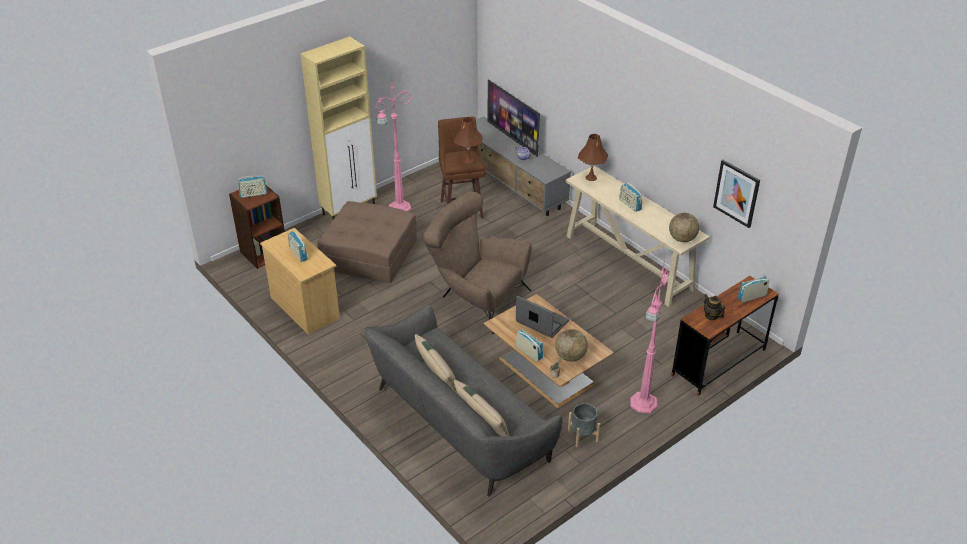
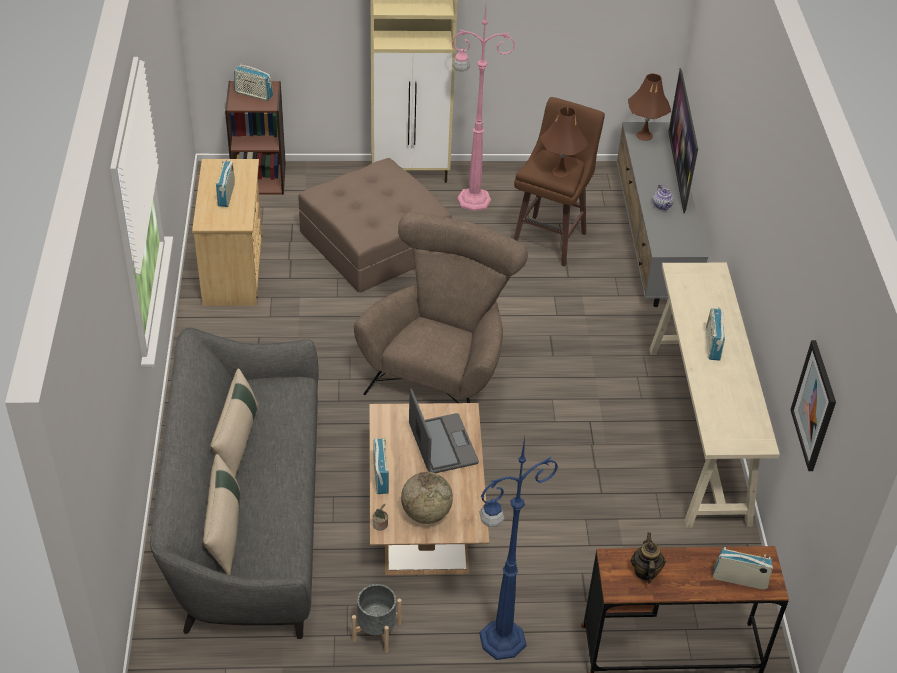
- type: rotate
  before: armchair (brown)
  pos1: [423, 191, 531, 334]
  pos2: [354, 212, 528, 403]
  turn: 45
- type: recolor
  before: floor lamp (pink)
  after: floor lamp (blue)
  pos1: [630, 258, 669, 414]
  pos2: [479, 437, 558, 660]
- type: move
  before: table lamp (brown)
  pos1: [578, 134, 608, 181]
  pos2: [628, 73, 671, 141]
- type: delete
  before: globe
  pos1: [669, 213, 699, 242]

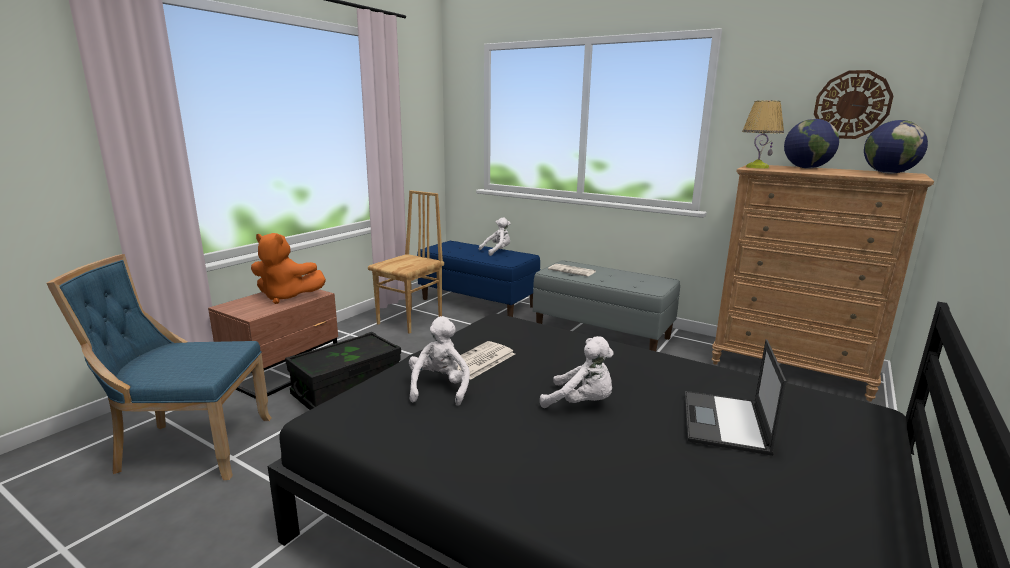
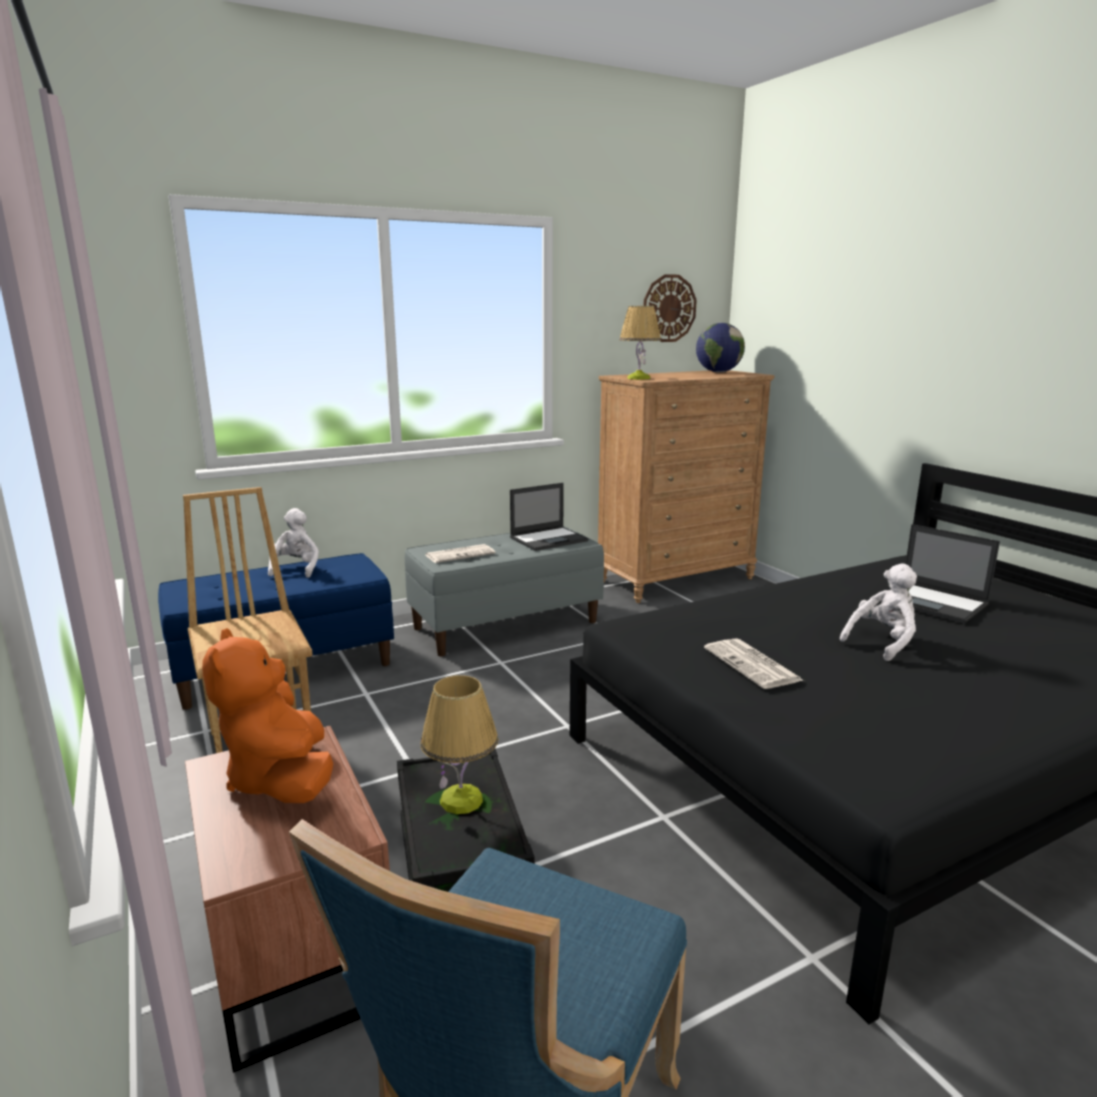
- type: rotate
  before: plush toy (orange)
  pos1: [251, 233, 326, 304]
  pos2: [202, 628, 333, 803]
  turn: 120
- type: insert
  after: table lamp
  pos2: [421, 675, 498, 814]
- type: insert
  after: laptop
  pos2: [510, 483, 588, 551]
- type: delete
  before: plush toy (white)
  pos1: [409, 316, 470, 406]
- type: delete
  before: globe
  pos1: [784, 119, 839, 168]

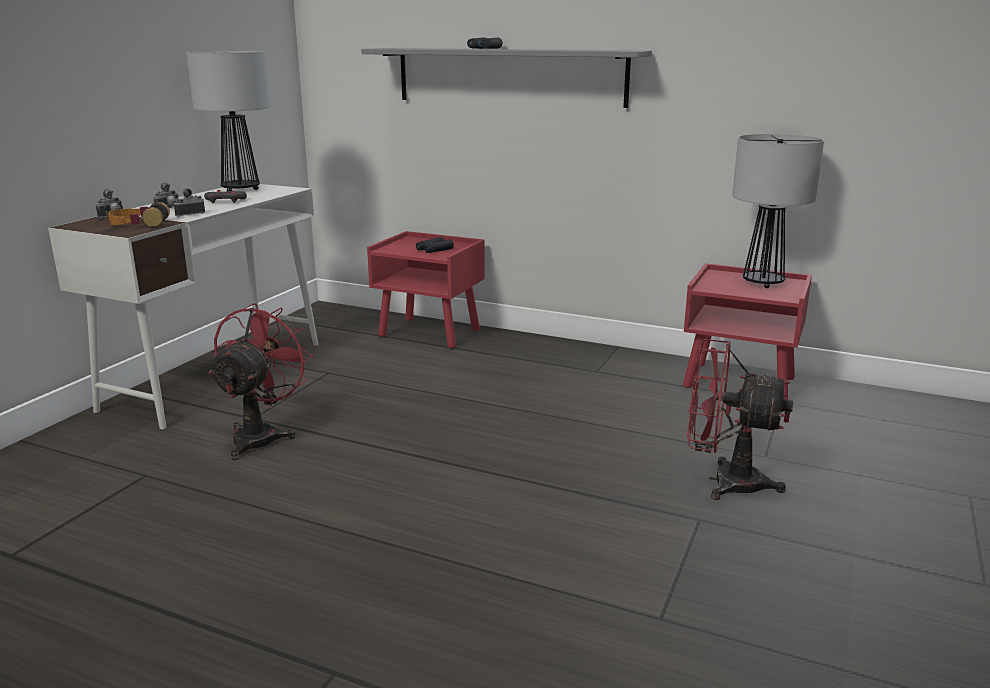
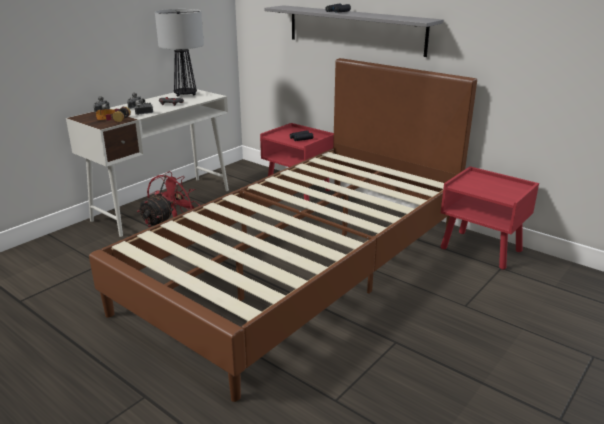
- type: insert
  after: bed (brown)
  pos2: [89, 58, 477, 402]
- type: delete
  before: fan (red)
  pos1: [687, 339, 793, 500]
- type: delete
  before: table lamp
  pos1: [732, 134, 824, 288]

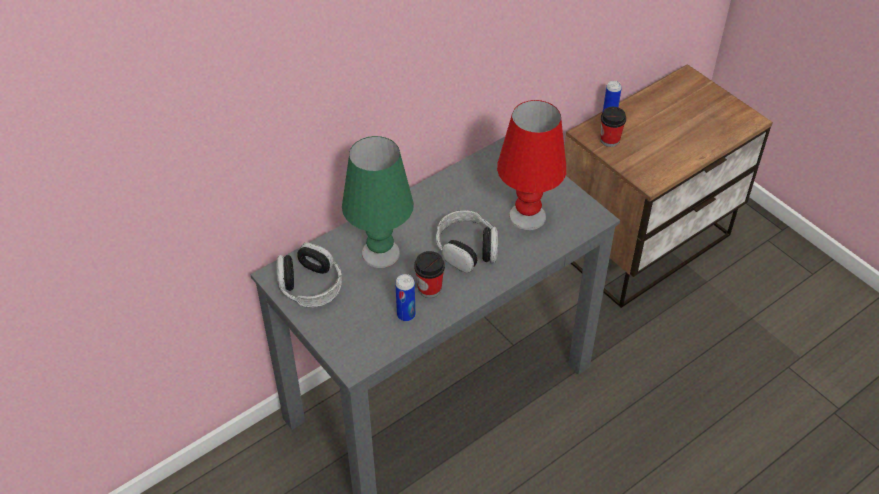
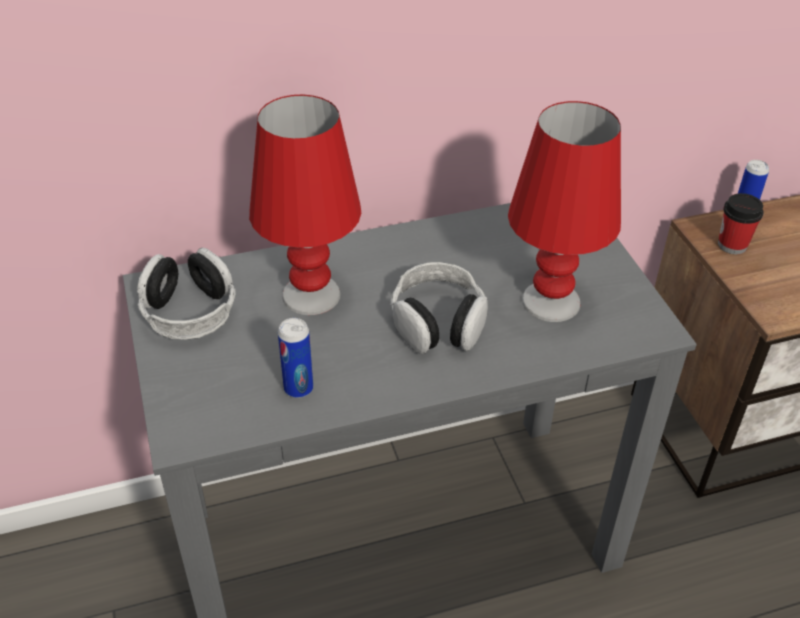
- type: recolor
  before: table lamp (green)
  after: table lamp (red)
  pos1: [342, 136, 414, 268]
  pos2: [249, 94, 361, 315]
- type: delete
  before: cup
  pos1: [414, 251, 445, 298]

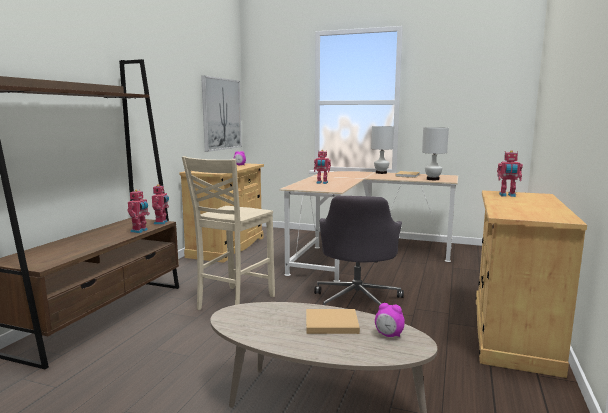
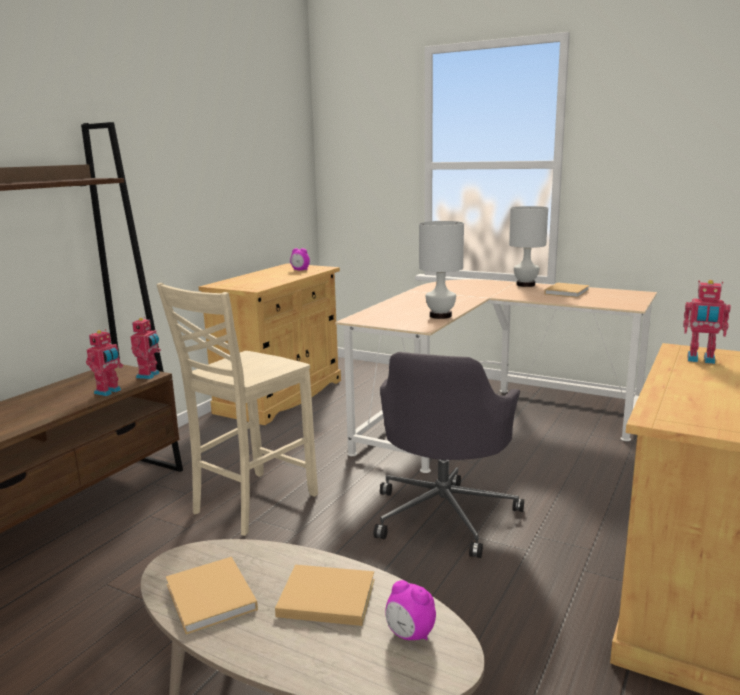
- type: insert
  after: book (beige)
  pos2: [166, 557, 258, 635]
- type: move
  before: table lamp (white)
  pos1: [422, 127, 449, 180]
  pos2: [419, 221, 464, 319]
- type: delete
  before: picture
  pos1: [201, 75, 242, 152]
- type: delete
  before: toy robot
  pos1: [314, 150, 331, 184]

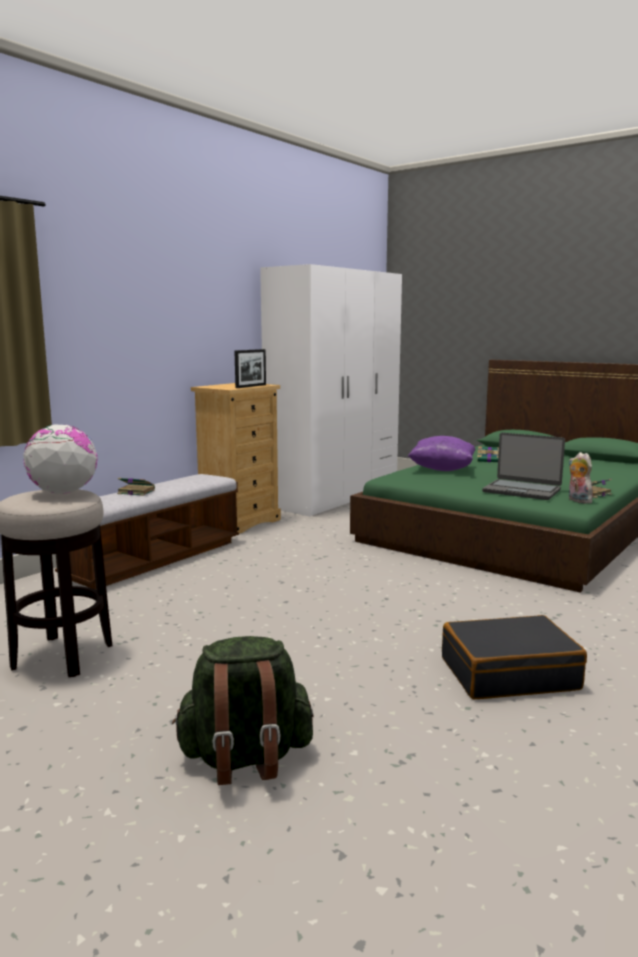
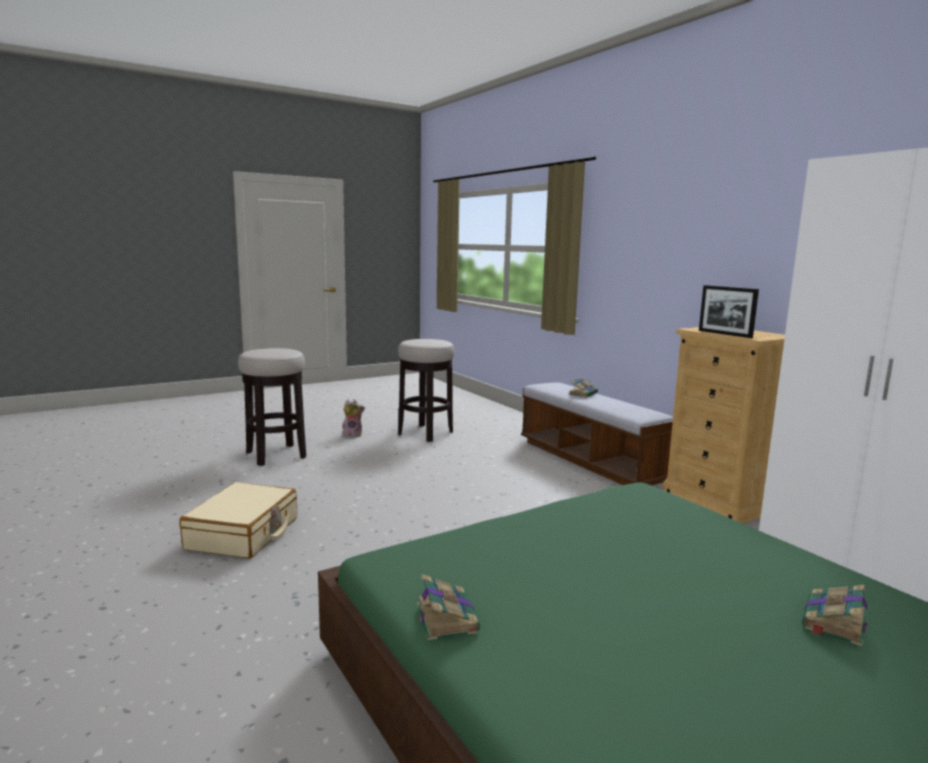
- type: recolor
  before: suitcase (black)
  after: suitcase (beige)
  pos1: [442, 615, 587, 699]
  pos2: [180, 482, 297, 559]
- type: replace
  before: backpack (green)
  after: stool
  pos1: [172, 636, 314, 785]
  pos2: [238, 348, 306, 466]
- type: move
  before: plush toy
  pos1: [568, 452, 593, 504]
  pos2: [342, 399, 365, 438]
- type: delete
  before: globe
  pos1: [23, 424, 97, 494]
- type: delete
  before: pillow (purple)
  pos1: [408, 436, 475, 471]
- type: delete
  before: laptop
  pos1: [482, 433, 565, 500]

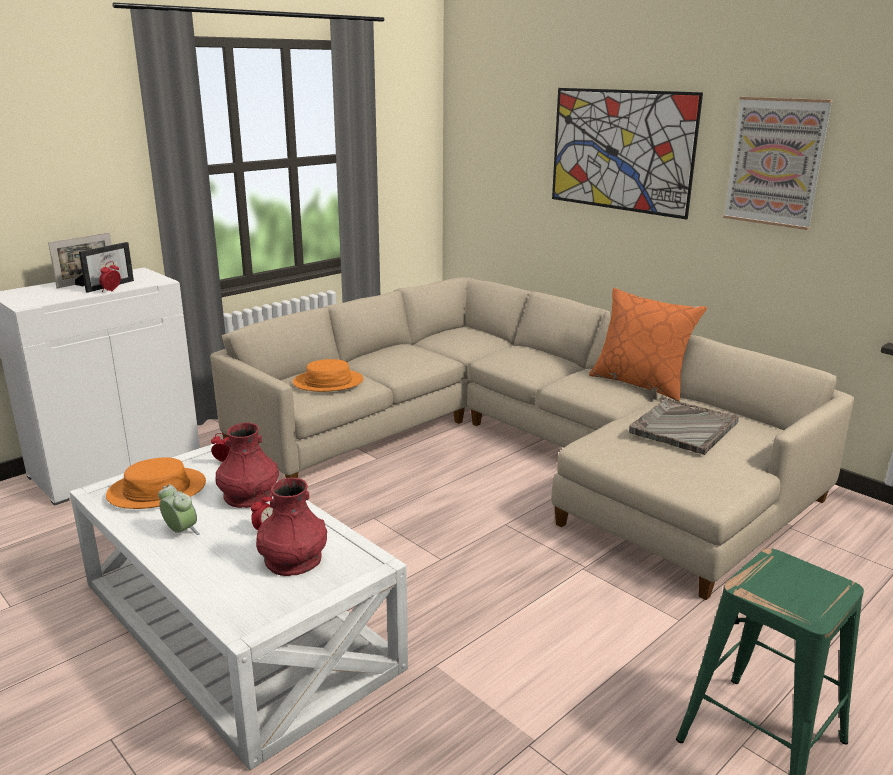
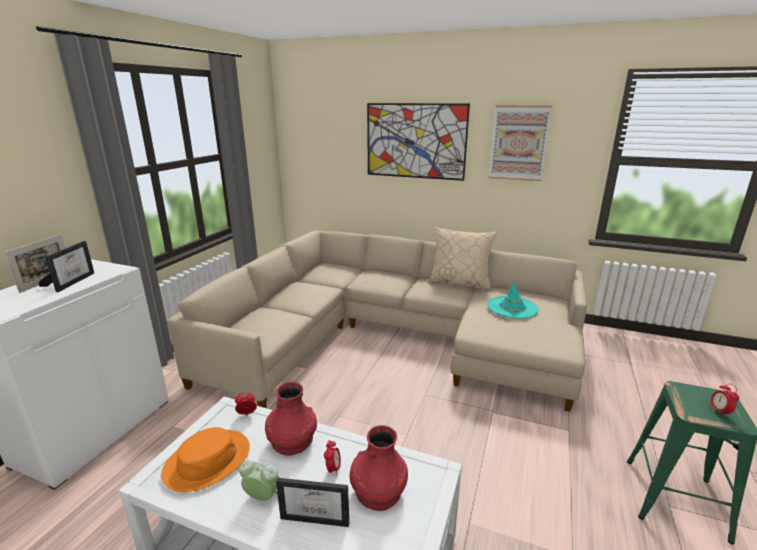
- type: insert
  after: picture frame
  pos2: [276, 478, 349, 527]
- type: recolor
  before: pillow (orange)
  after: pillow (beige)
  pos1: [589, 288, 707, 401]
  pos2: [427, 227, 498, 291]
- type: replace
  before: tray (grey)
  after: hat (turquoise)
  pos1: [629, 398, 739, 455]
  pos2: [488, 280, 539, 319]
- type: move
  before: alarm clock
  pos1: [99, 261, 121, 292]
  pos2: [709, 384, 739, 417]
- type: delete
  before: hat (orange)
  pos1: [293, 359, 363, 392]

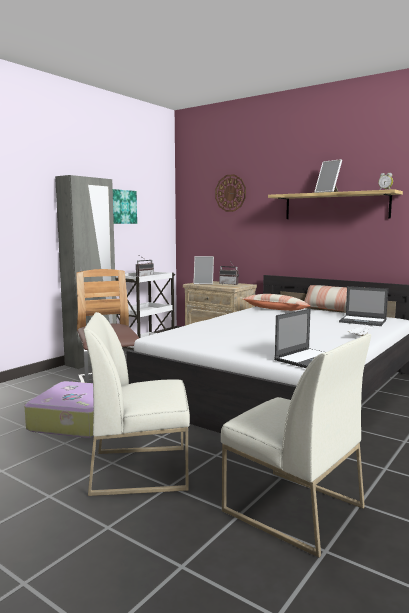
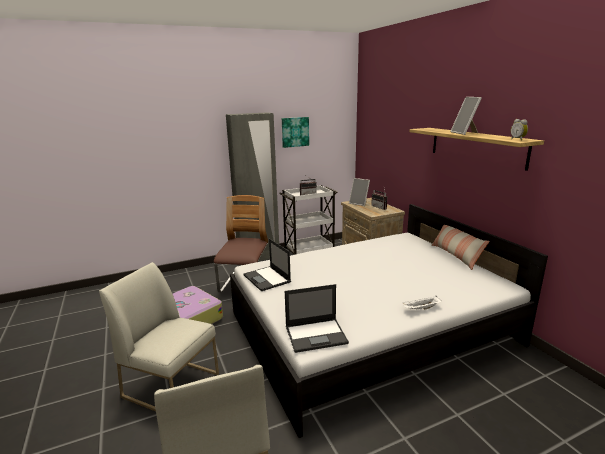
- type: move
  before: laptop
  pos1: [339, 286, 388, 326]
  pos2: [244, 239, 291, 291]
- type: delete
  before: wall clock
  pos1: [215, 174, 246, 212]
- type: delete
  before: pillow
  pos1: [242, 294, 310, 311]

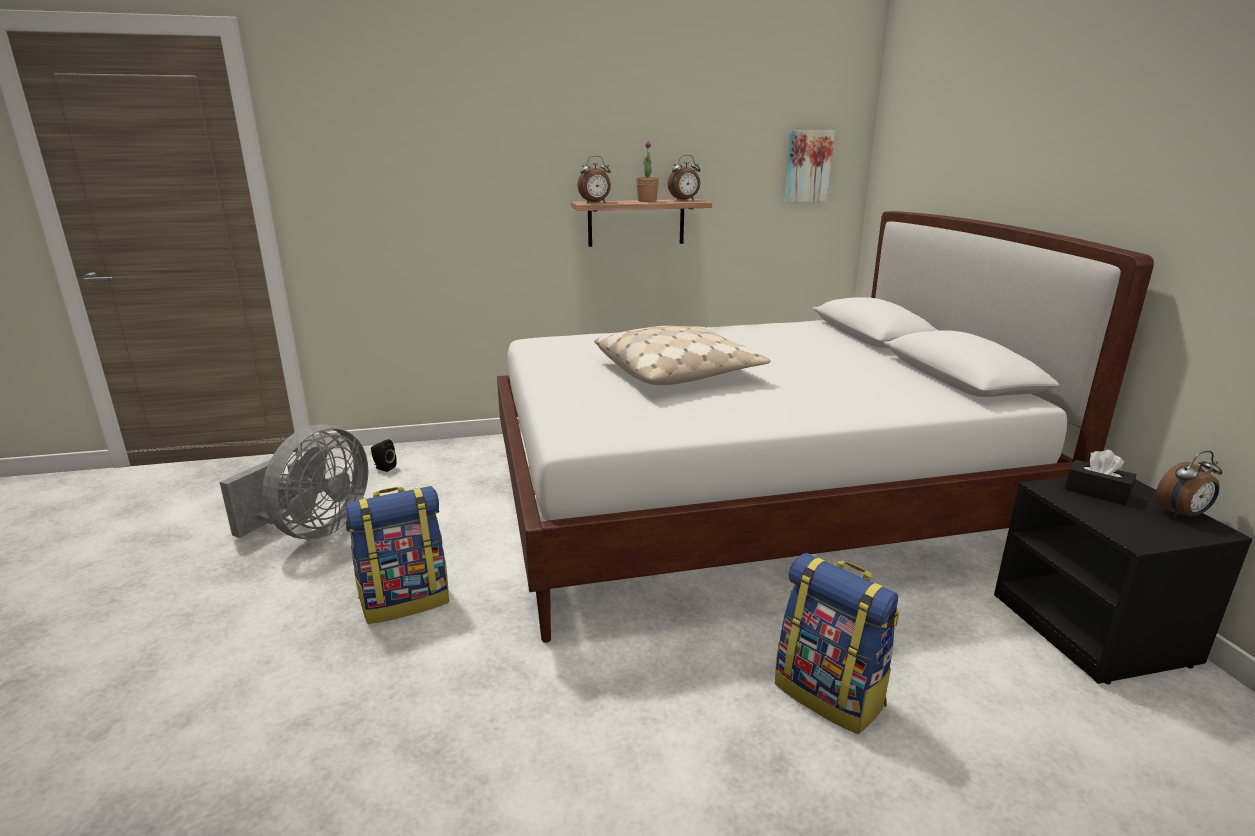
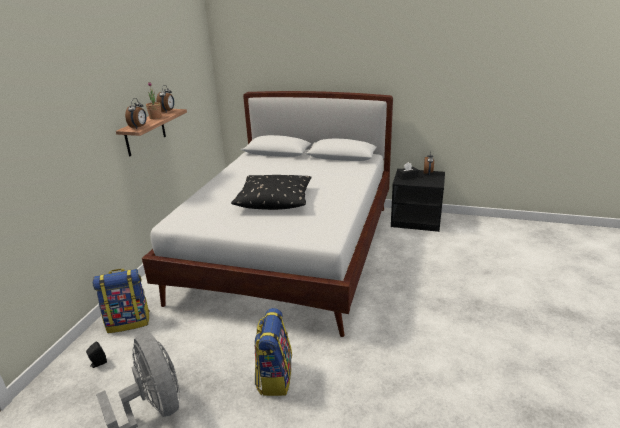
- type: move
  before: backpack
  pos1: [775, 553, 900, 734]
  pos2: [92, 269, 150, 333]
- type: recolor
  before: pillow (beige)
  after: pillow (black)
  pos1: [594, 326, 771, 385]
  pos2: [231, 175, 312, 210]
- type: delete
  before: picture
  pos1: [784, 130, 835, 202]

